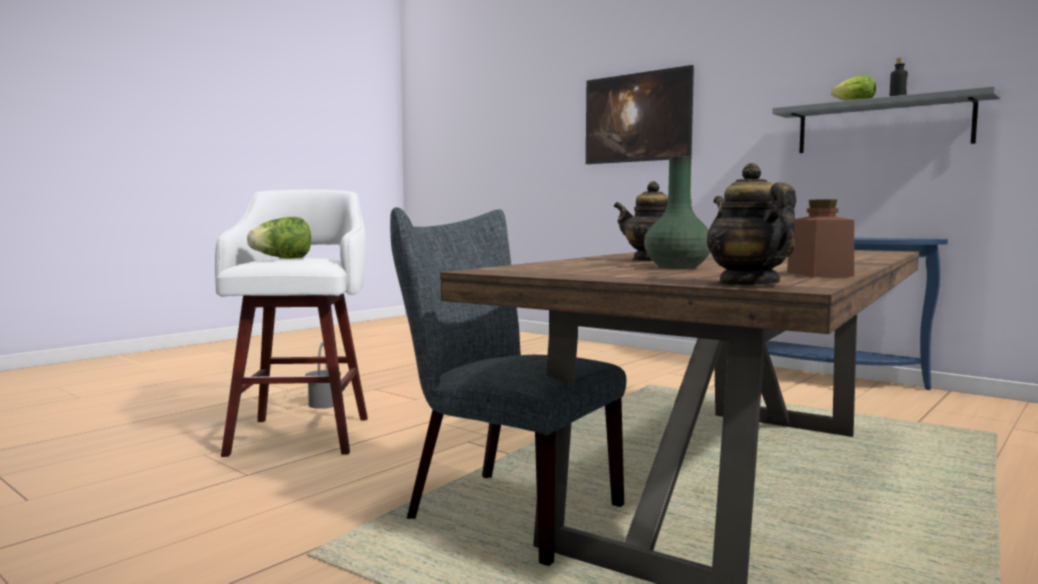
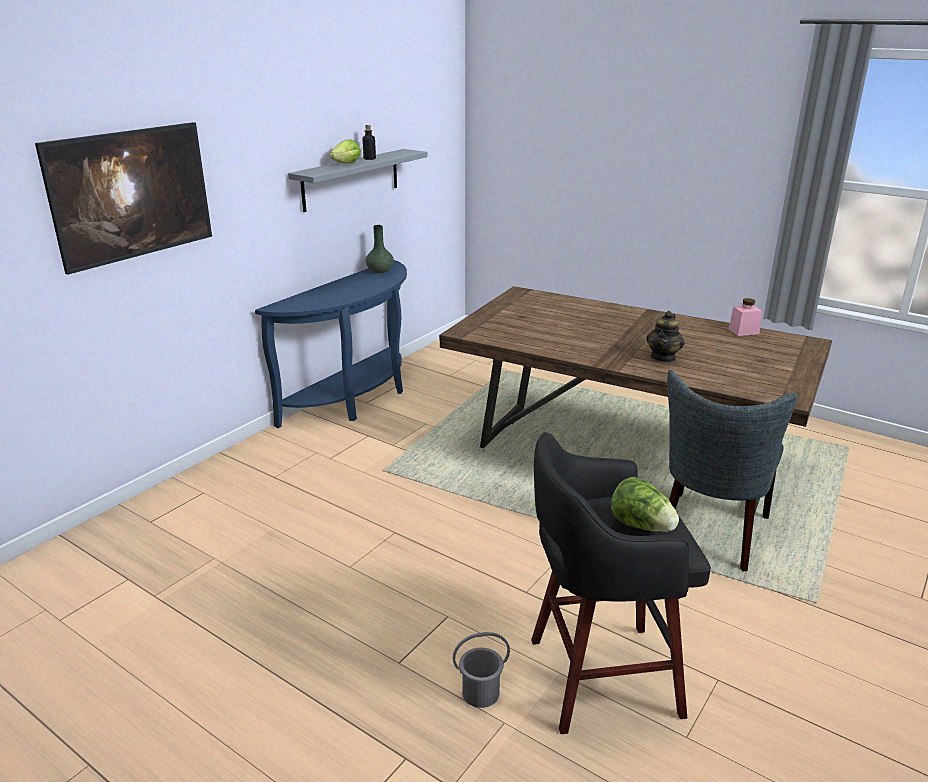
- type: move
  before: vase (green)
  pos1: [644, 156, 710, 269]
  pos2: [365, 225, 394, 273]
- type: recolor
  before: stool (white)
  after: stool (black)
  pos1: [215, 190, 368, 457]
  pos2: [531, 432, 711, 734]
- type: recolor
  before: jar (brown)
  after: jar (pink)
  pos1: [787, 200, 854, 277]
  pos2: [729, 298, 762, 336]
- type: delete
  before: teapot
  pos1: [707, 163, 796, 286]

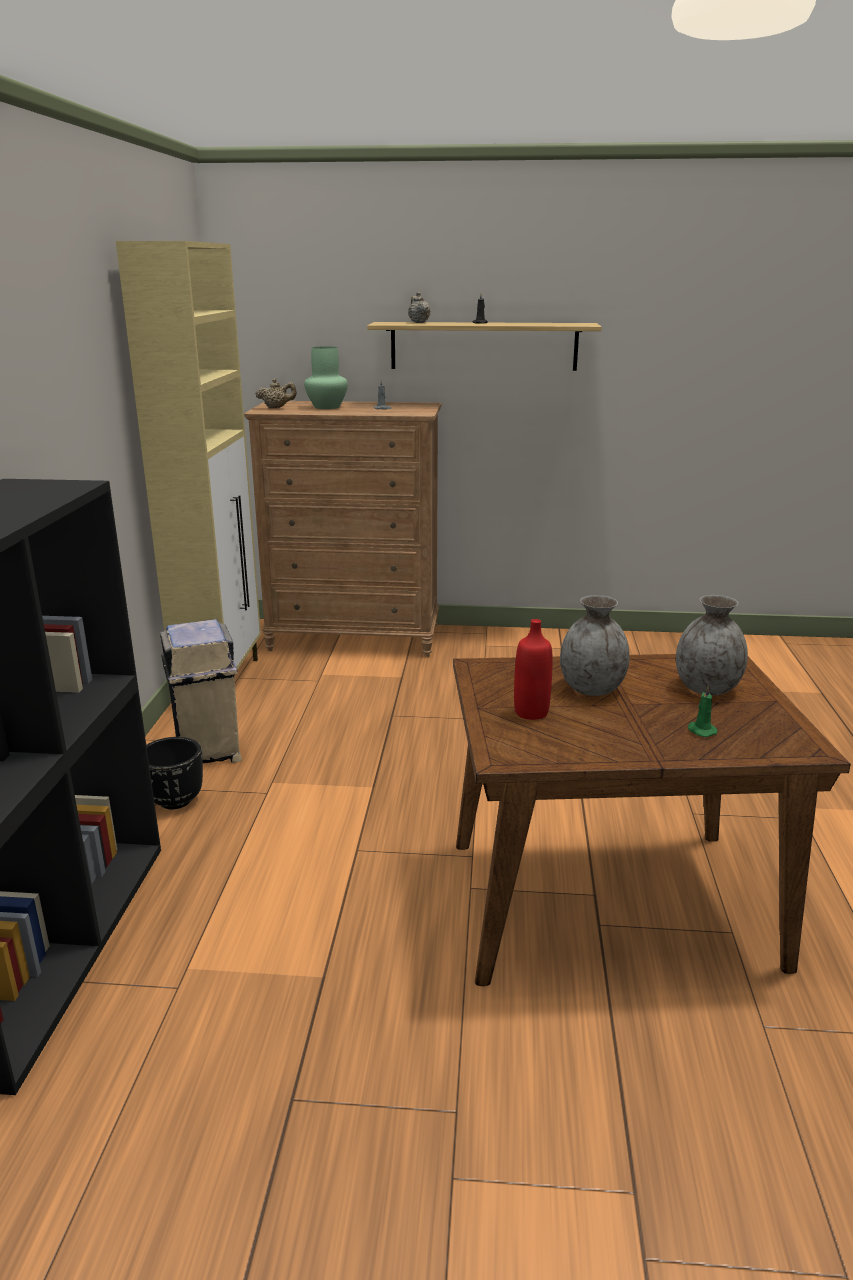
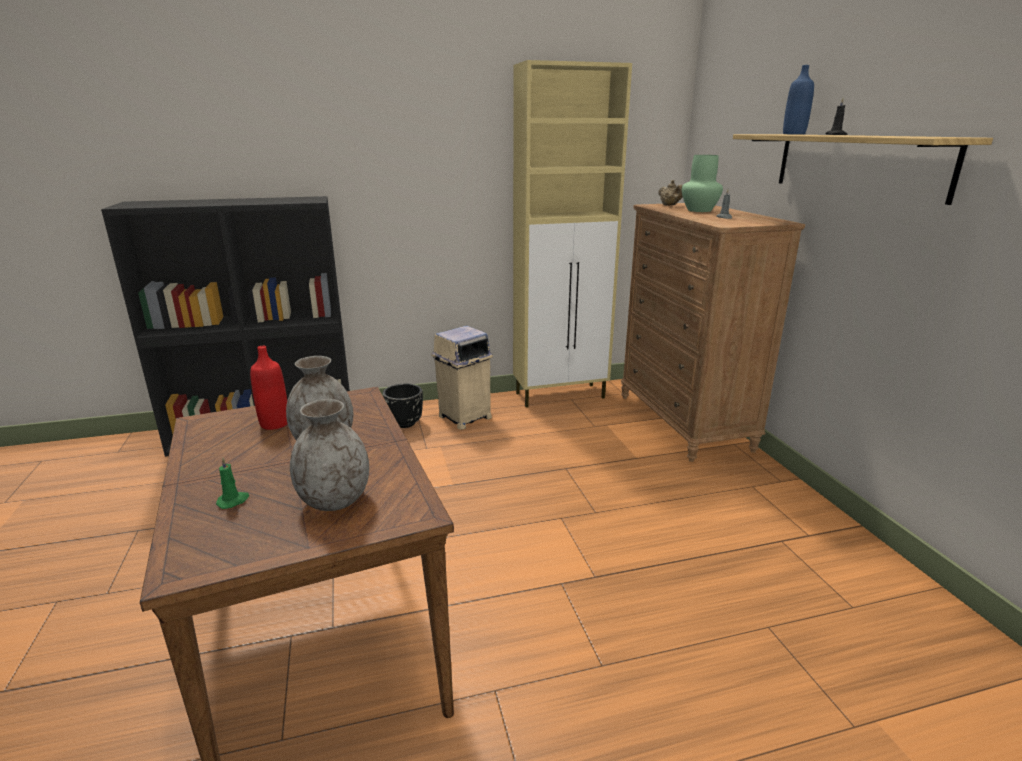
- type: replace
  before: teapot (beige)
  after: bottle (blue)
  pos1: [408, 292, 430, 323]
  pos2: [783, 65, 814, 134]

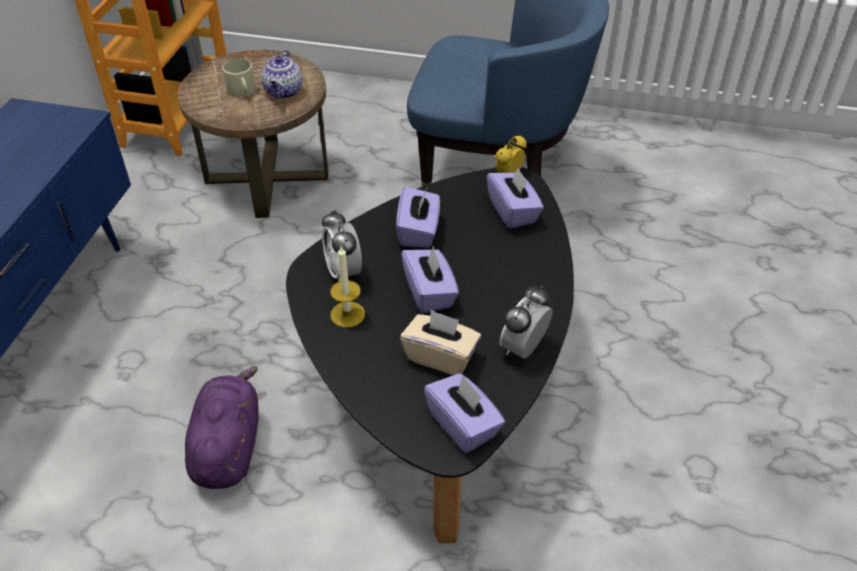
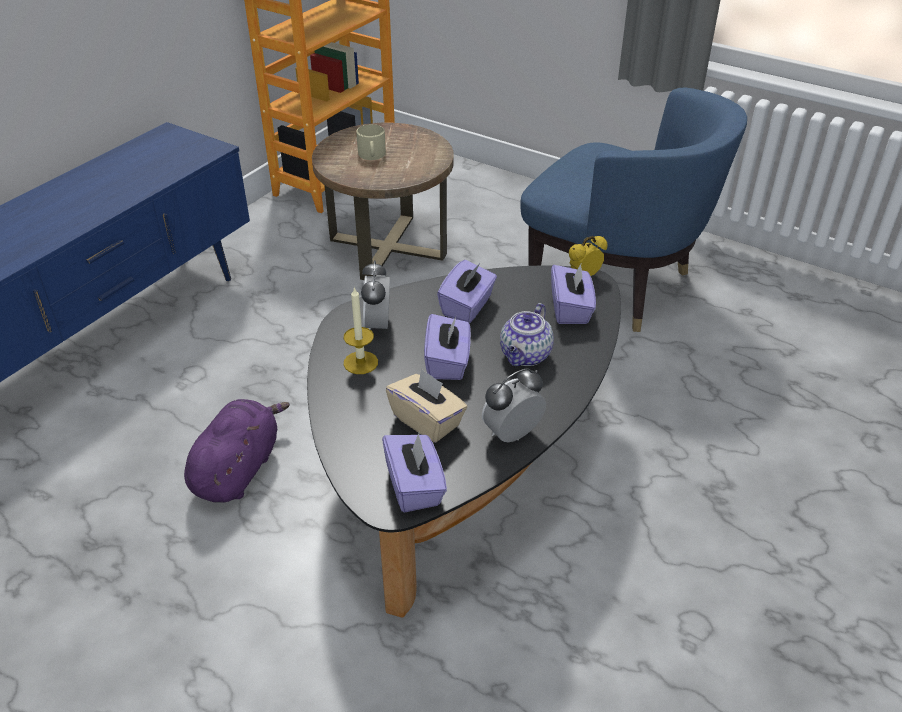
- type: move
  before: teapot
  pos1: [261, 50, 303, 99]
  pos2: [500, 303, 554, 366]

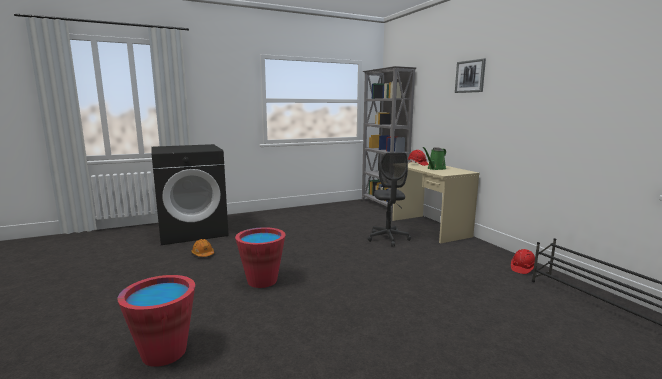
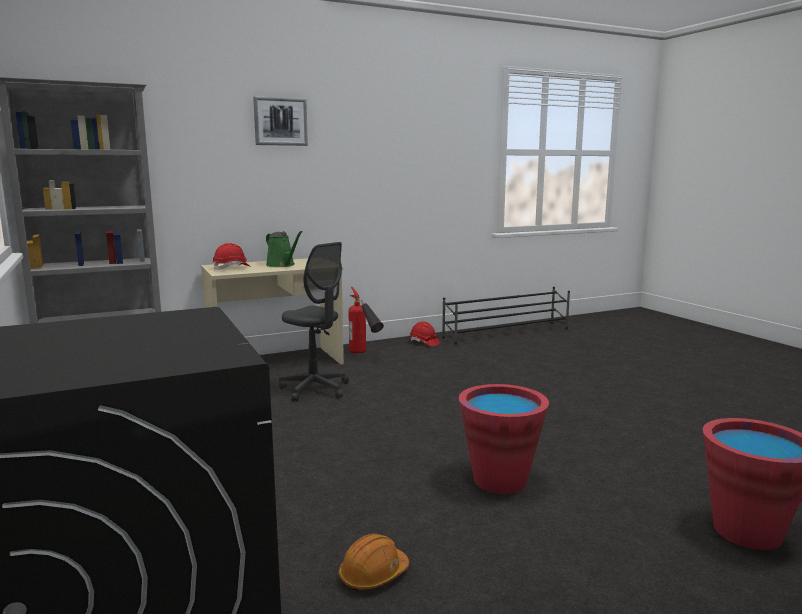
- type: rotate
  before: office chair (grey)
  pos1: [368, 152, 411, 246]
  pos2: [279, 242, 349, 402]
  turn: 45
- type: insert
  after: fire extinguisher
  pos2: [348, 287, 384, 353]

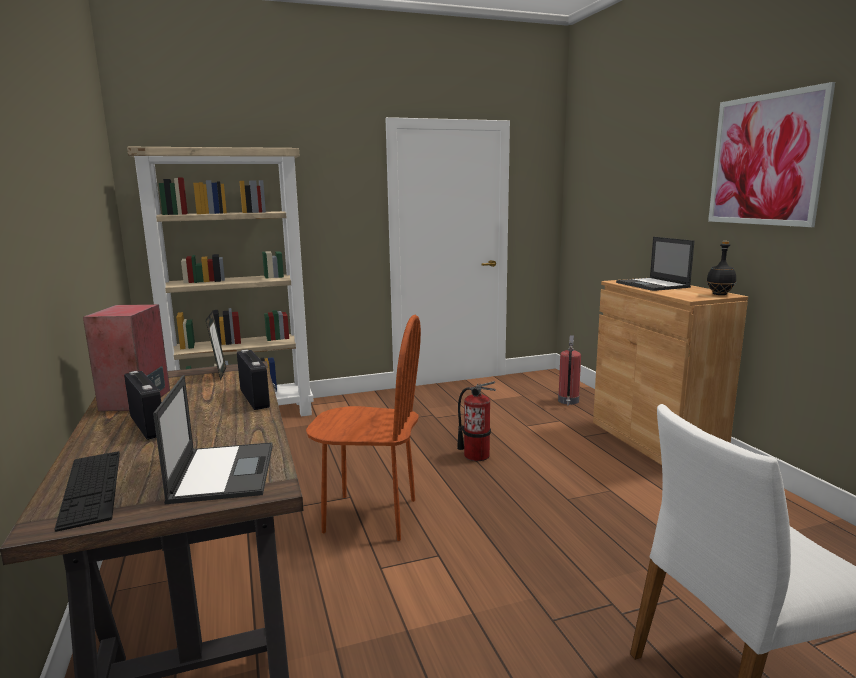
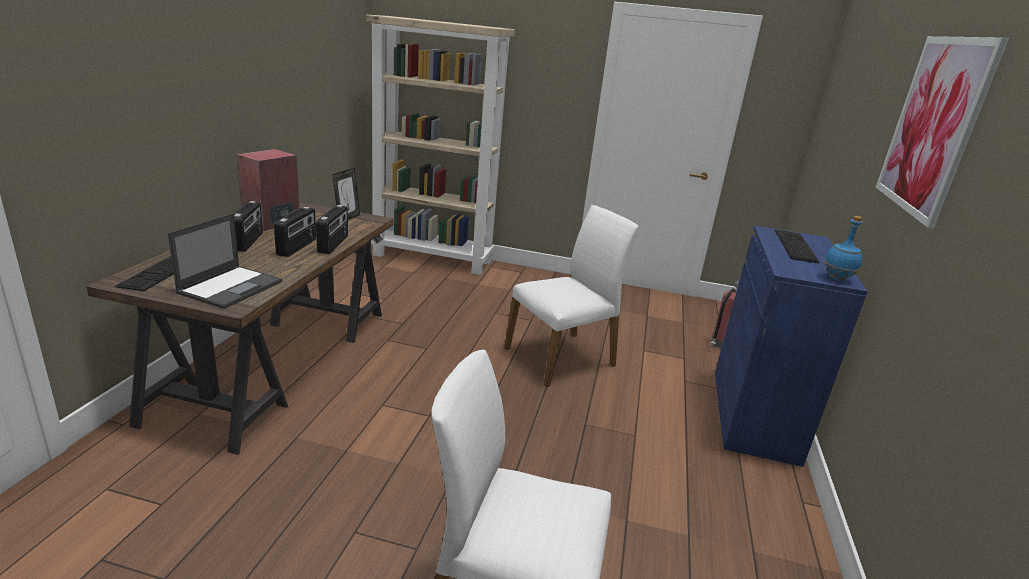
- type: insert
  after: radio
  pos2: [274, 207, 316, 257]
- type: replace
  before: fire extinguisher
  after: chair (white)
  pos1: [457, 381, 496, 461]
  pos2: [504, 205, 638, 387]
- type: recolor
  before: cabinet (brown)
  after: cabinet (blue)
  pos1: [593, 278, 748, 465]
  pos2: [715, 226, 868, 467]
- type: replace
  before: laptop
  after: keyboard
  pos1: [616, 237, 695, 291]
  pos2: [775, 230, 820, 263]
- type: recolor
  before: bottle (black)
  after: bottle (blue)
  pos1: [706, 241, 736, 295]
  pos2: [824, 216, 863, 281]
- type: delete
  before: chair (brown)
  pos1: [306, 315, 421, 541]

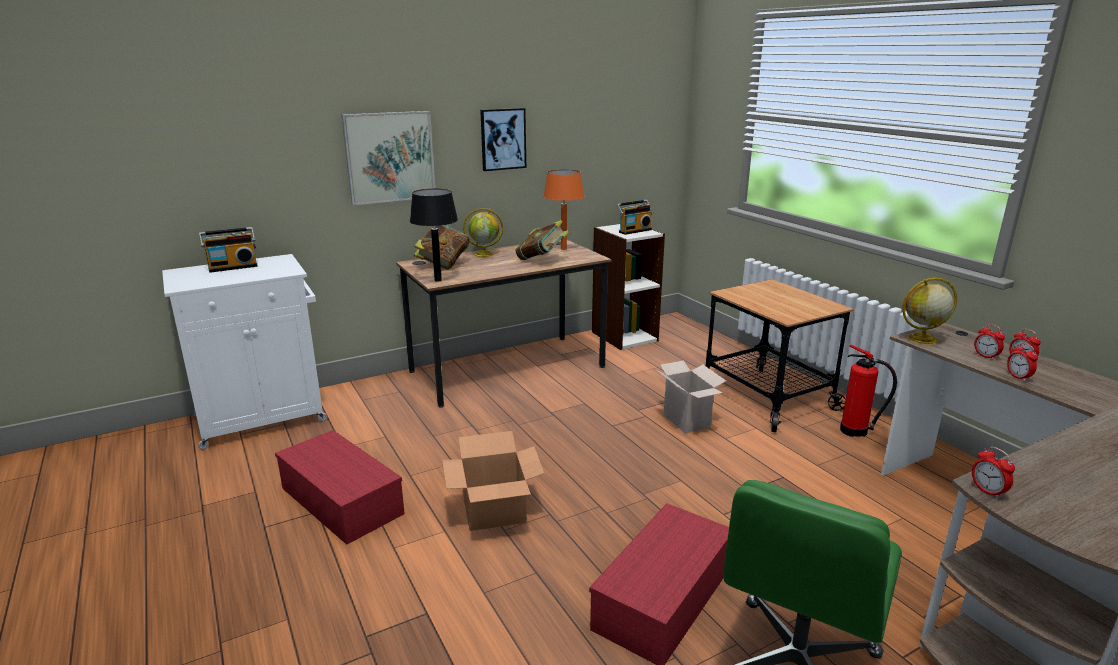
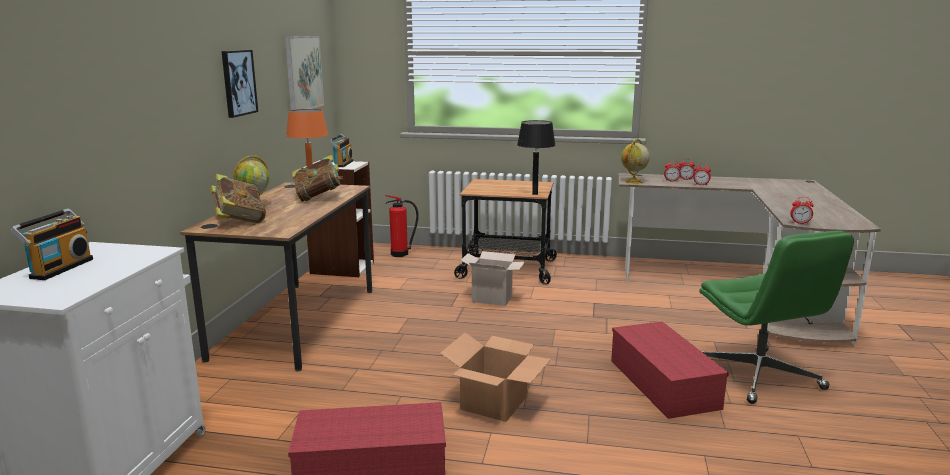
- type: move
  before: picture
  pos1: [341, 111, 435, 205]
  pos2: [285, 36, 324, 110]
- type: move
  before: fire extinguisher
  pos1: [840, 344, 897, 437]
  pos2: [385, 195, 419, 257]
- type: move
  before: table lamp (black)
  pos1: [410, 189, 458, 282]
  pos2: [517, 120, 556, 195]

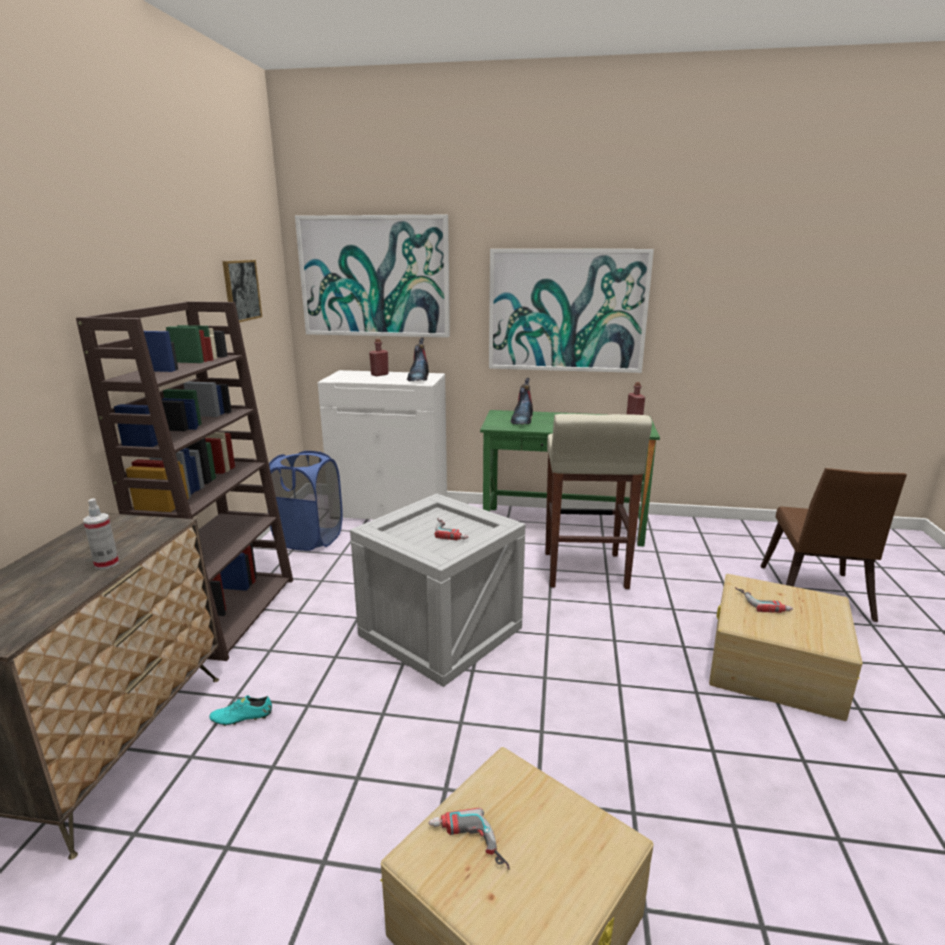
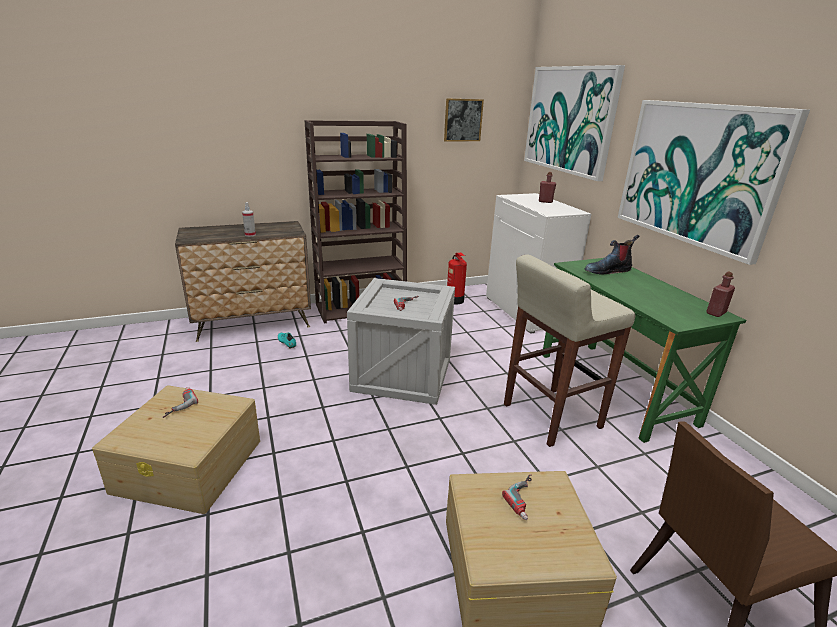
- type: replace
  before: laundry basket (blue)
  after: fire extinguisher
  pos1: [269, 451, 343, 551]
  pos2: [447, 253, 467, 305]
- type: delete
  before: boot
  pos1: [407, 338, 429, 382]

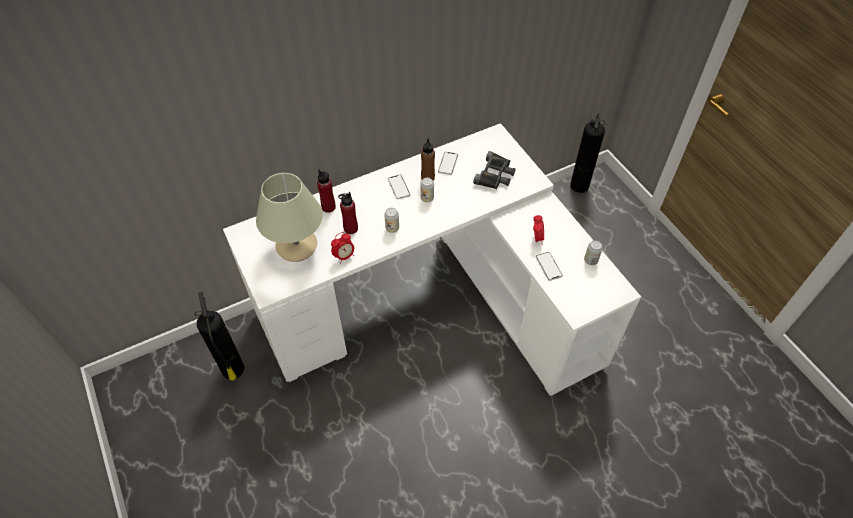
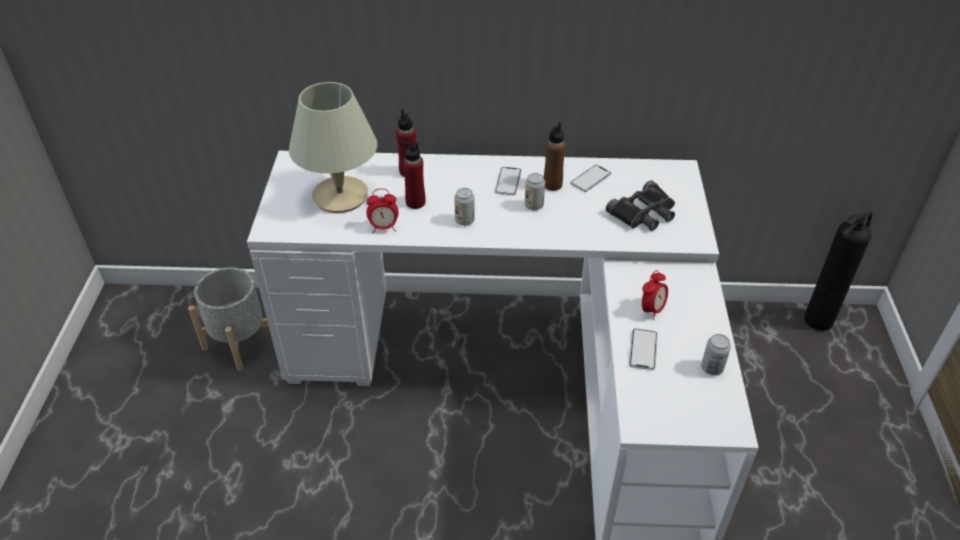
- type: replace
  before: fire extinguisher
  after: planter (grey)
  pos1: [196, 292, 244, 381]
  pos2: [188, 267, 269, 372]

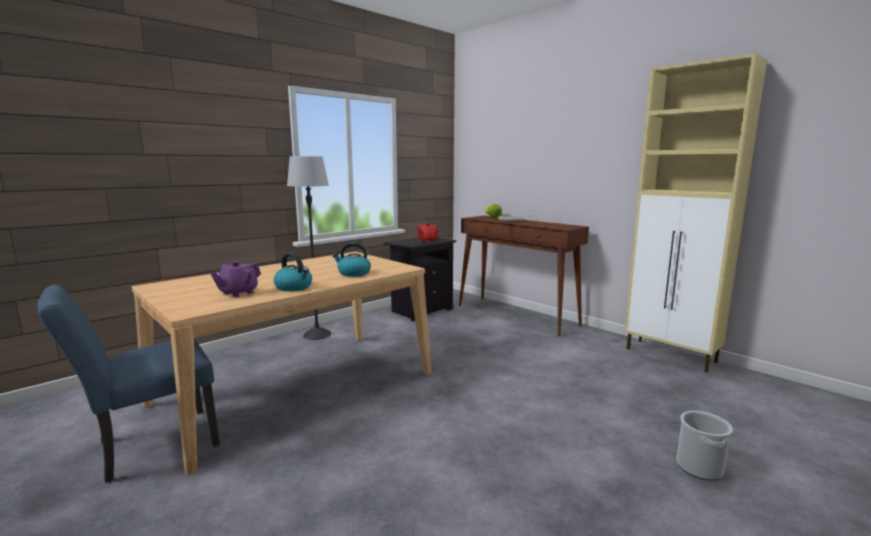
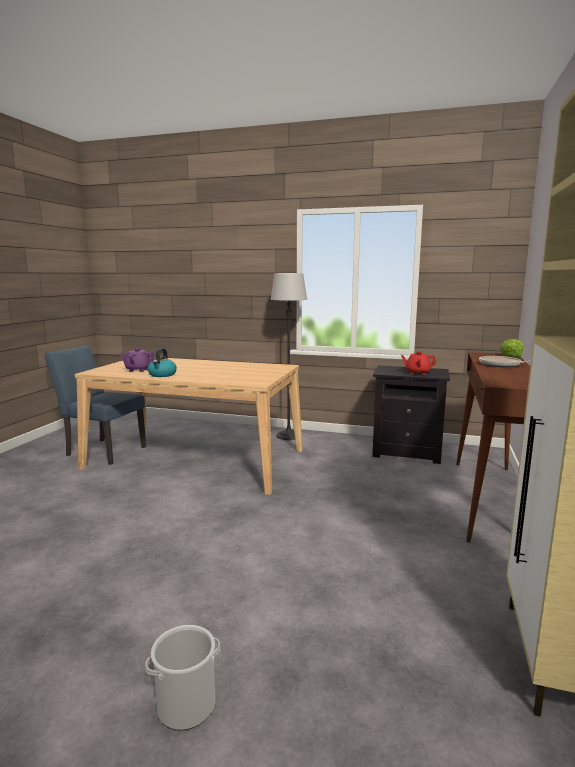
- type: delete
  before: kettle
  pos1: [333, 243, 371, 277]

